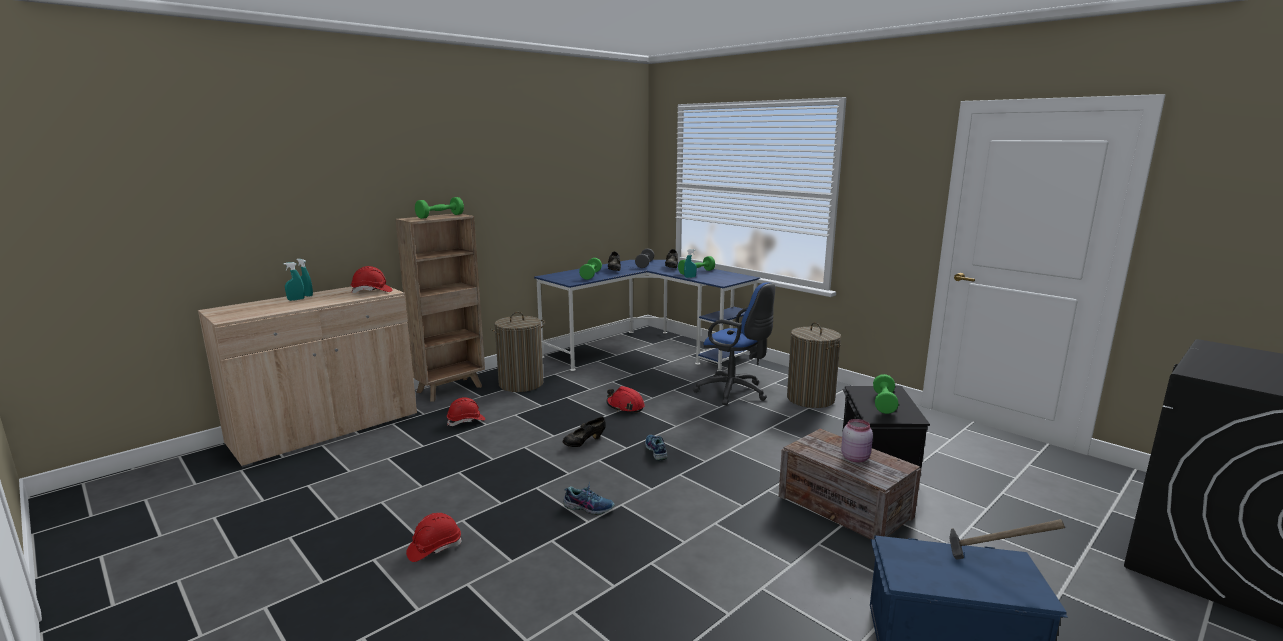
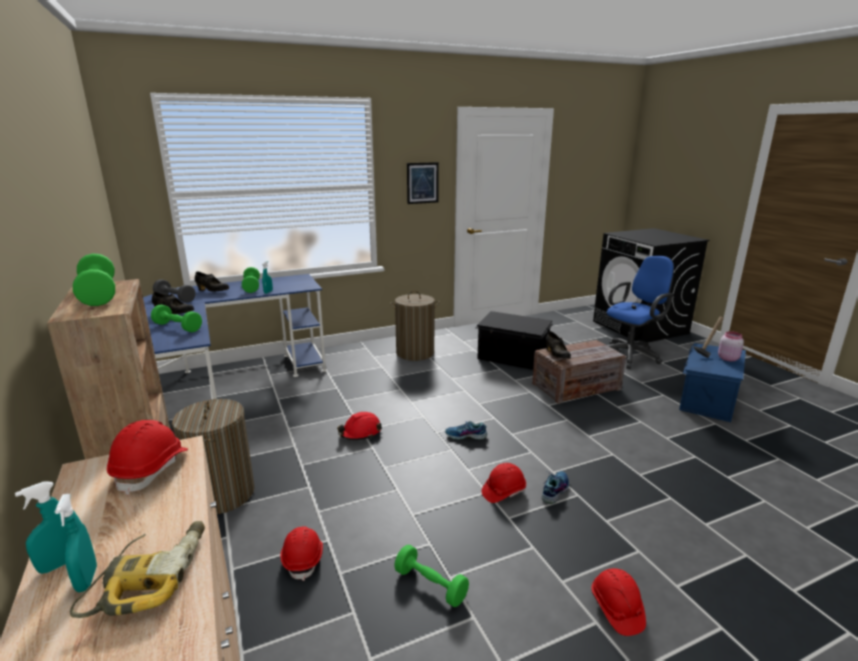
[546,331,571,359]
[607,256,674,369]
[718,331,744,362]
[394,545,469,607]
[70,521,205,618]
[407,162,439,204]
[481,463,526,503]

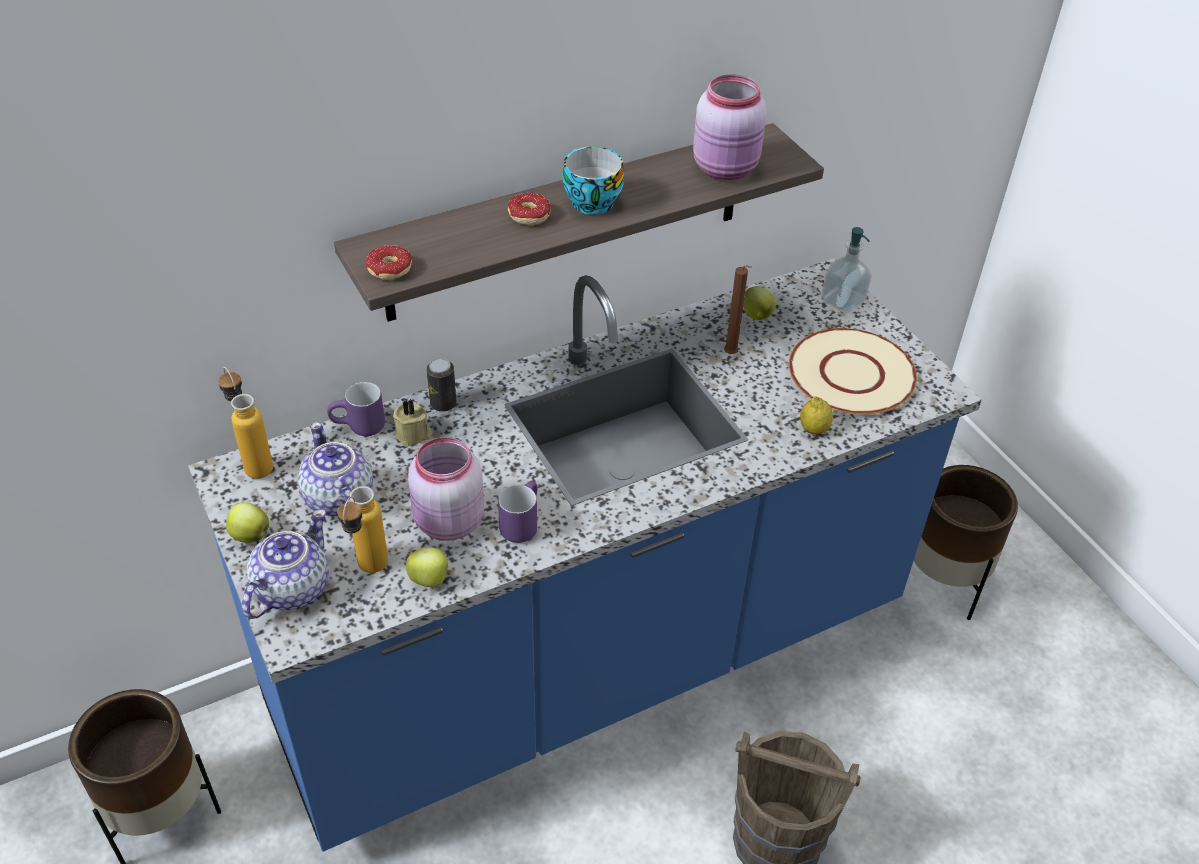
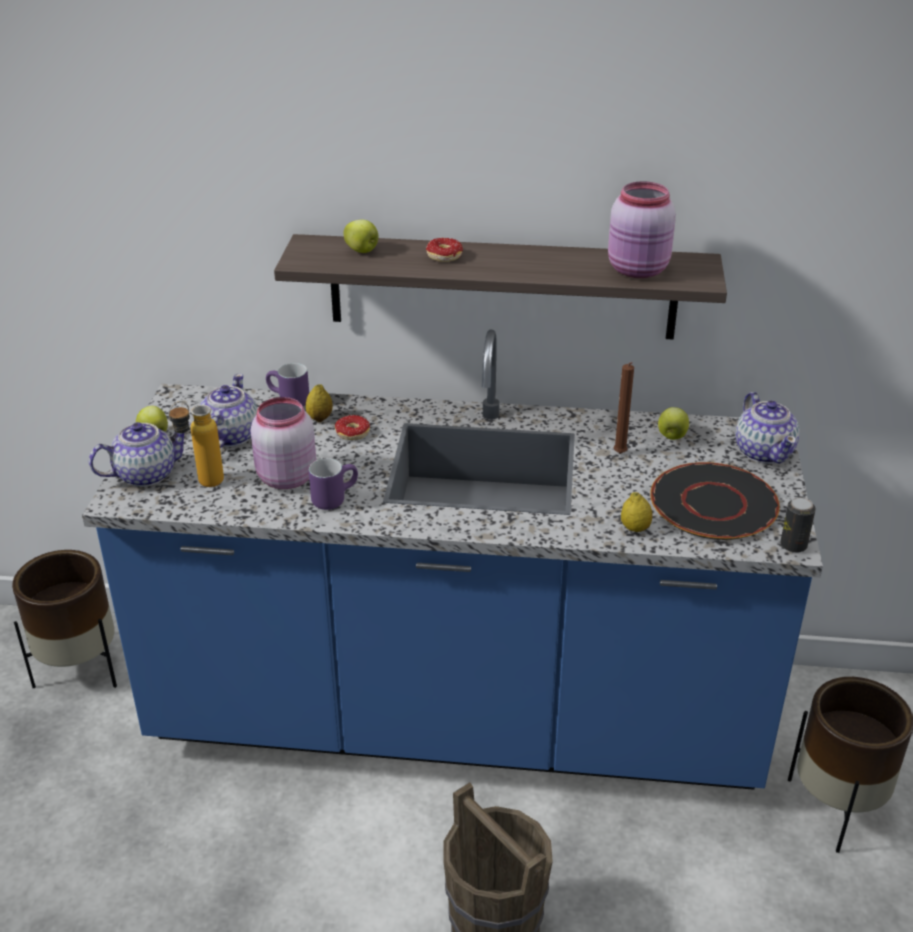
[218,367,273,479] (first image)
[335,415,370,440]
[306,384,333,422]
[343,220,378,253]
[780,497,816,553]
[562,146,624,215] (first image)
[650,462,780,540]
[735,392,800,464]

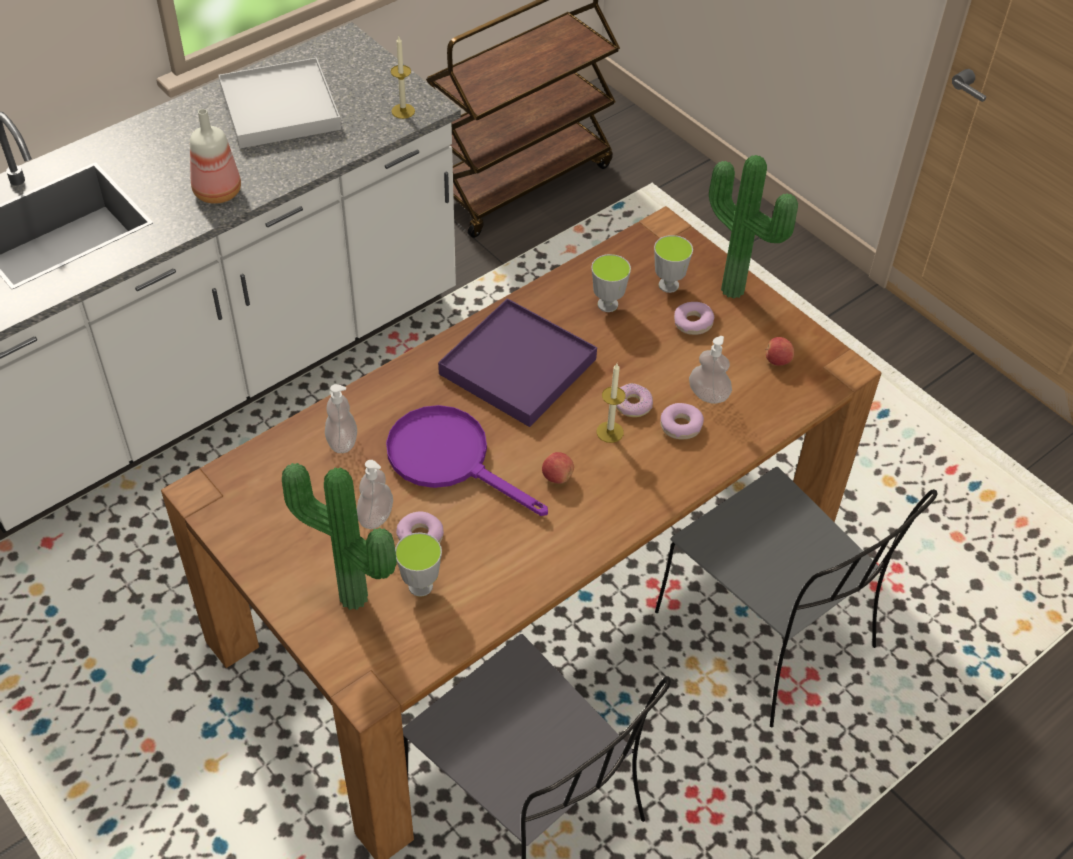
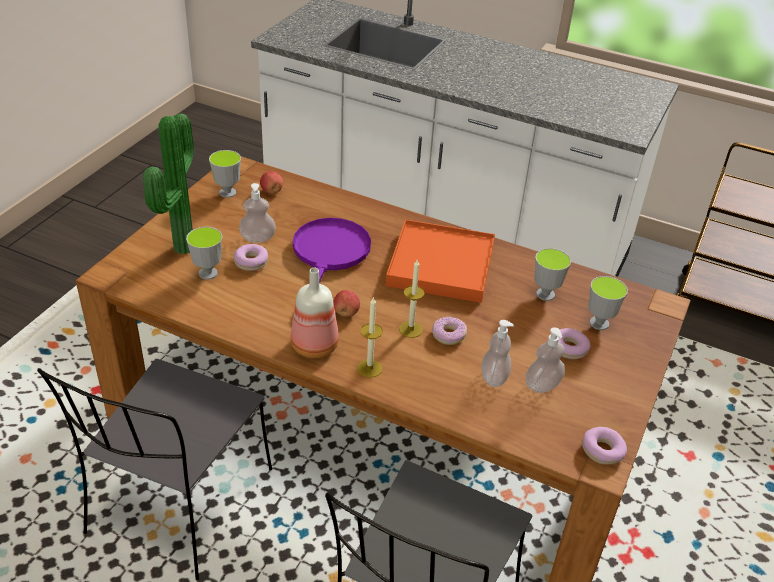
[290,268,339,358]
[218,58,341,148] (first image)
[526,327,565,393]
[357,297,383,378]
[386,219,495,303]
[582,427,627,464]
[709,155,798,299] (first image)
[260,171,283,194]
[209,150,241,198]

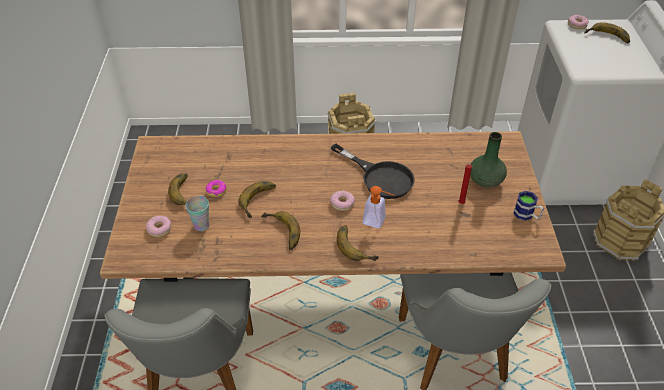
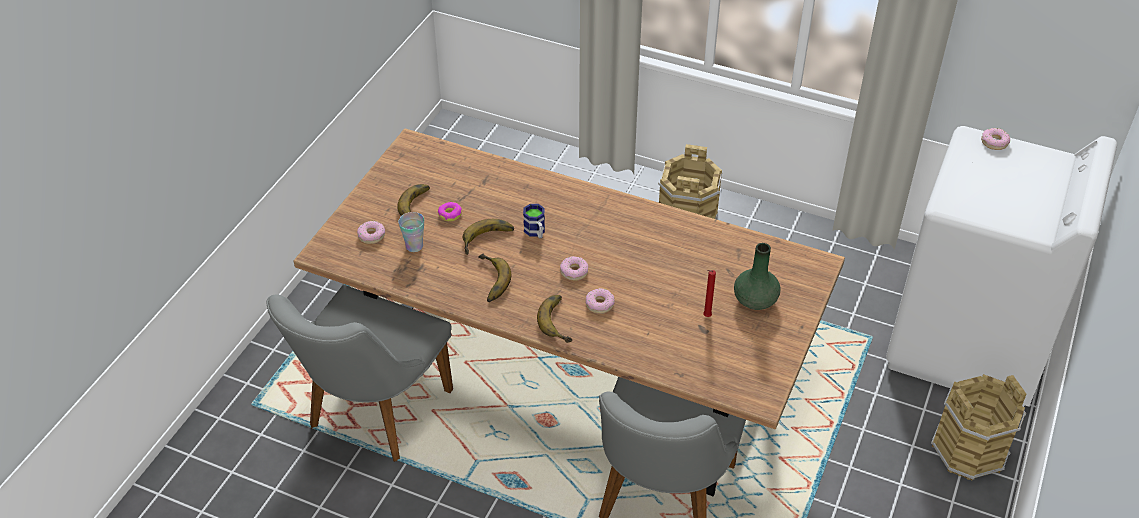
[331,144,415,199] (first image)
[586,288,615,314]
[523,204,545,238]
[584,23,630,43] (first image)

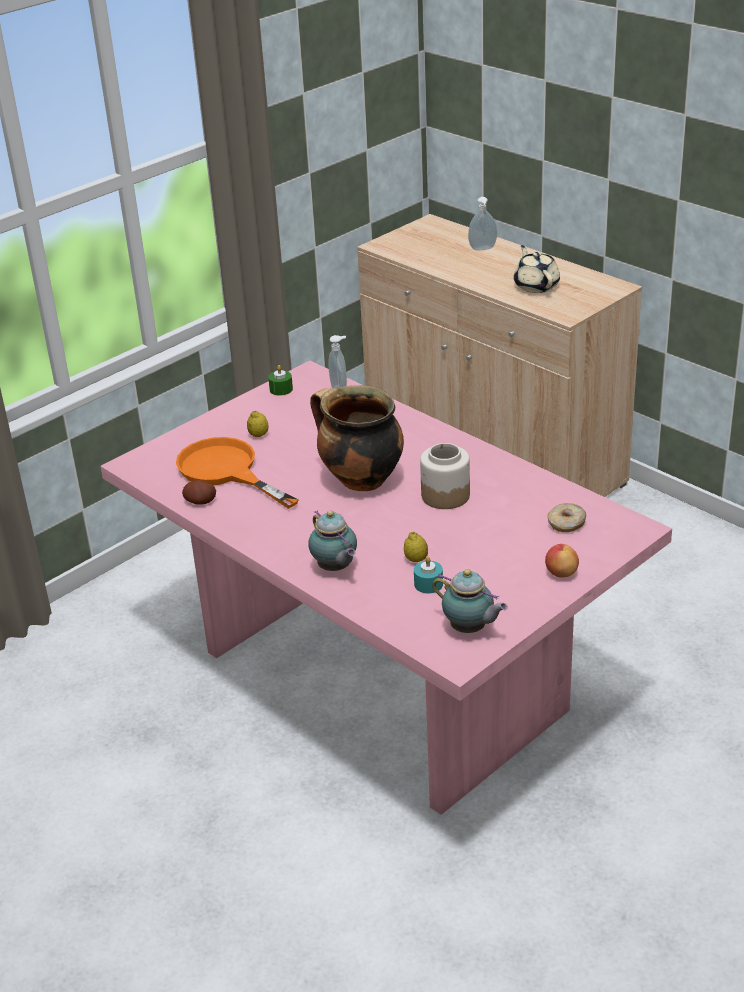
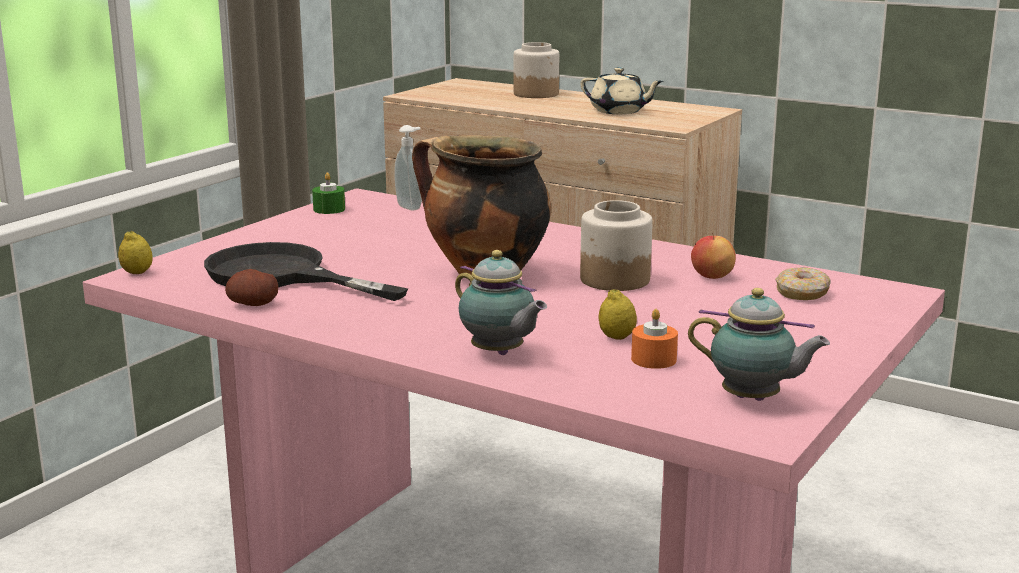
[204,242,408,301]
[118,231,153,274]
[631,309,678,369]
[514,42,559,98]
[581,67,663,114]
[691,233,736,279]

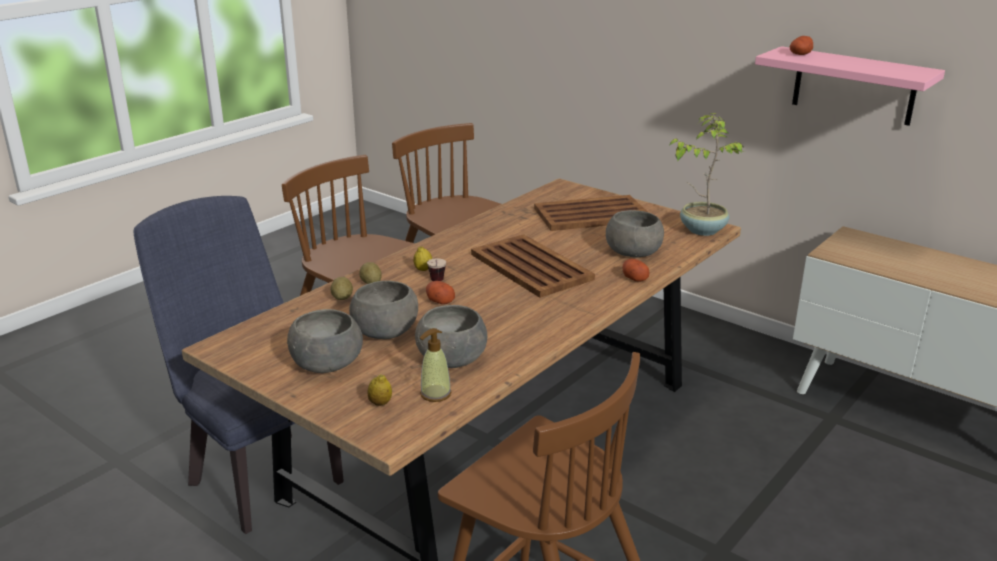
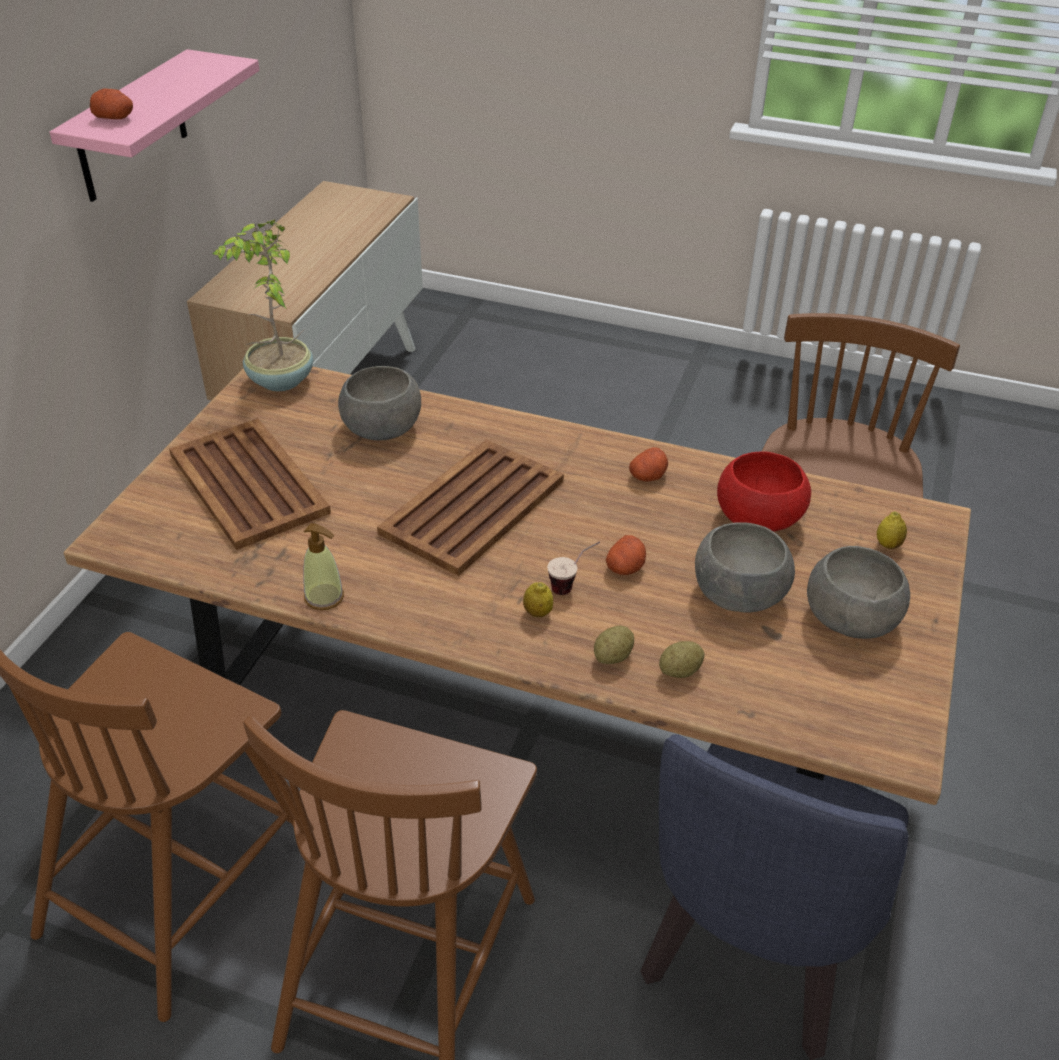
[717,451,811,532]
[303,523,344,610]
[629,447,668,481]

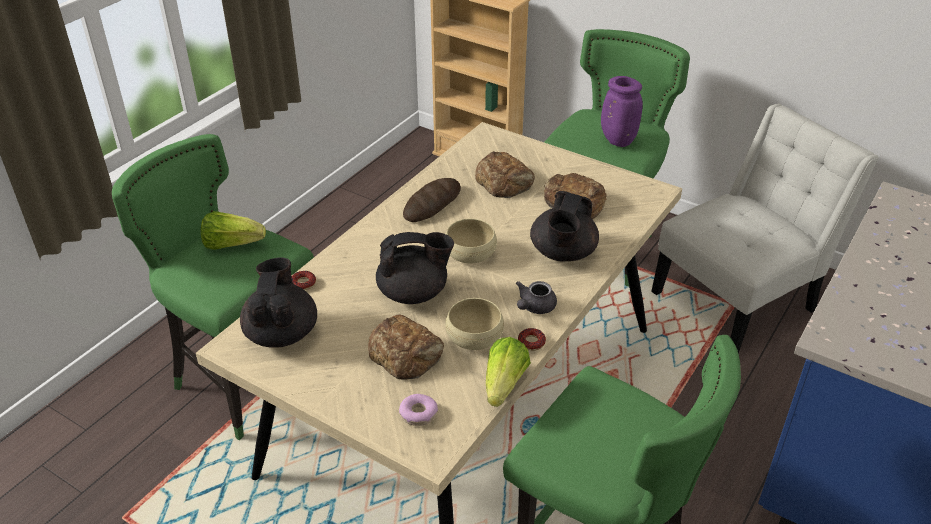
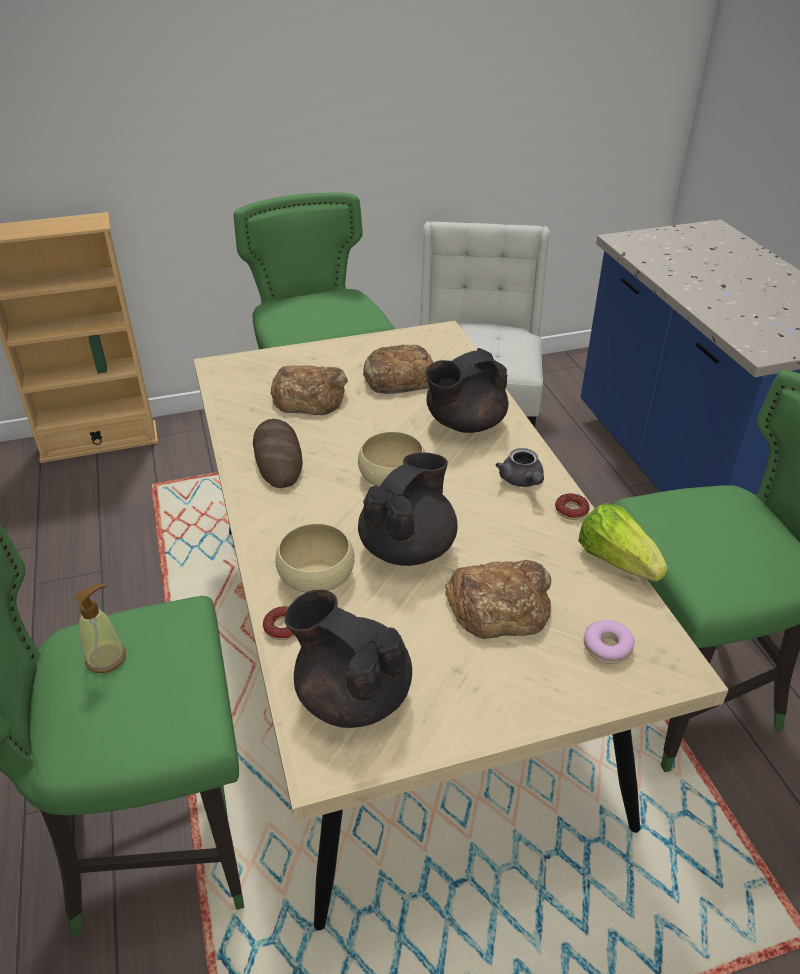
[73,583,126,673]
[275,523,355,593]
[426,348,508,433]
[601,76,643,147] (first image)

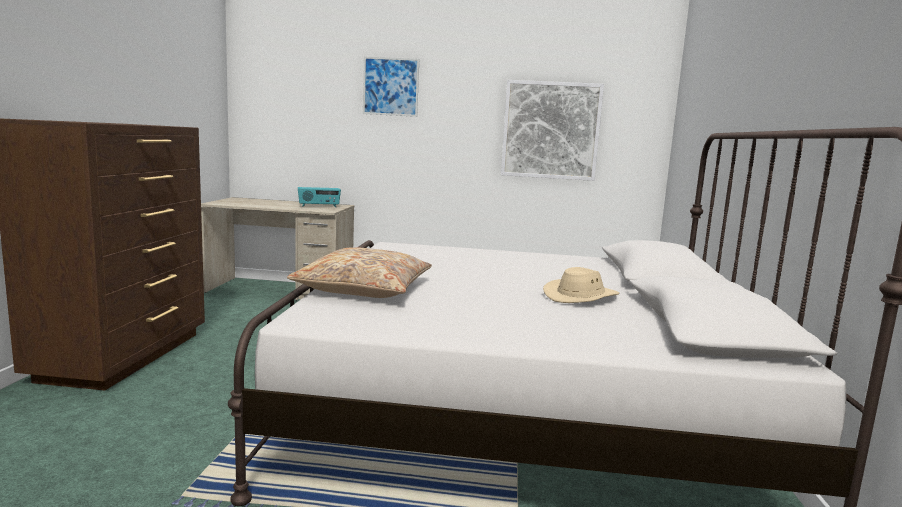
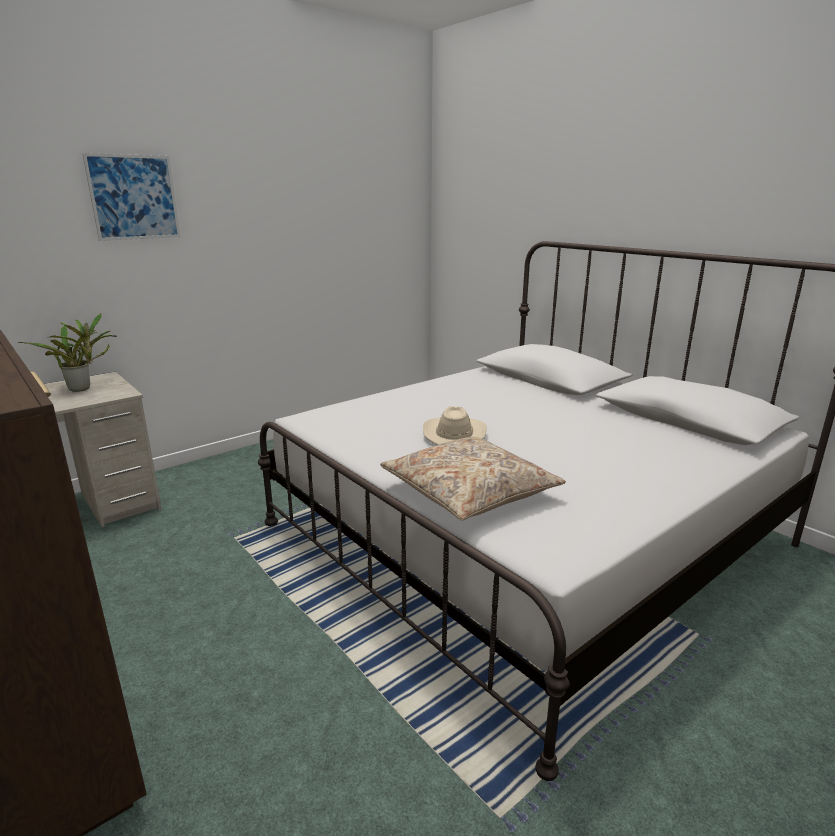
[18,313,117,392]
[501,80,604,181] (first image)
[423,406,487,445]

